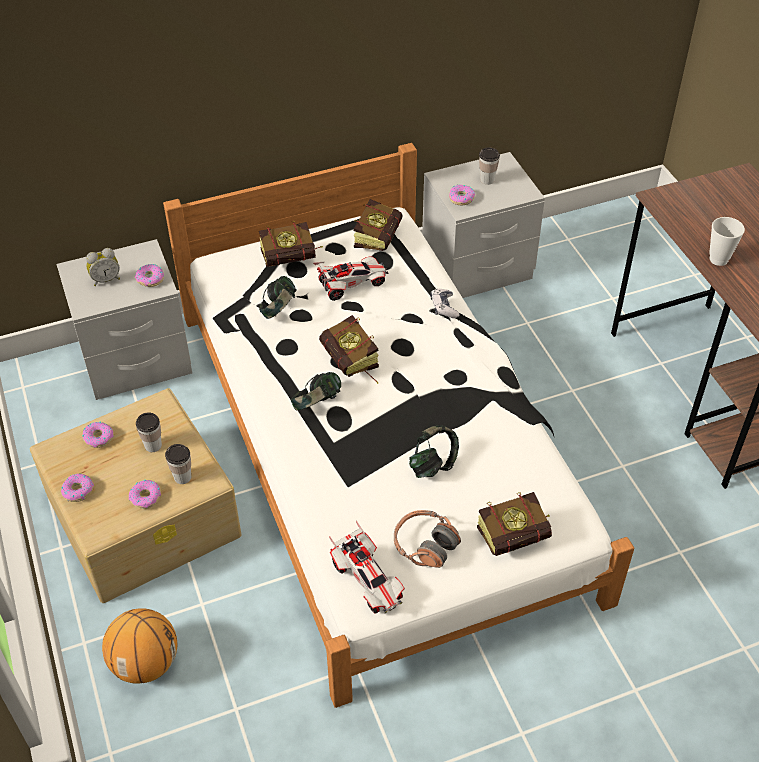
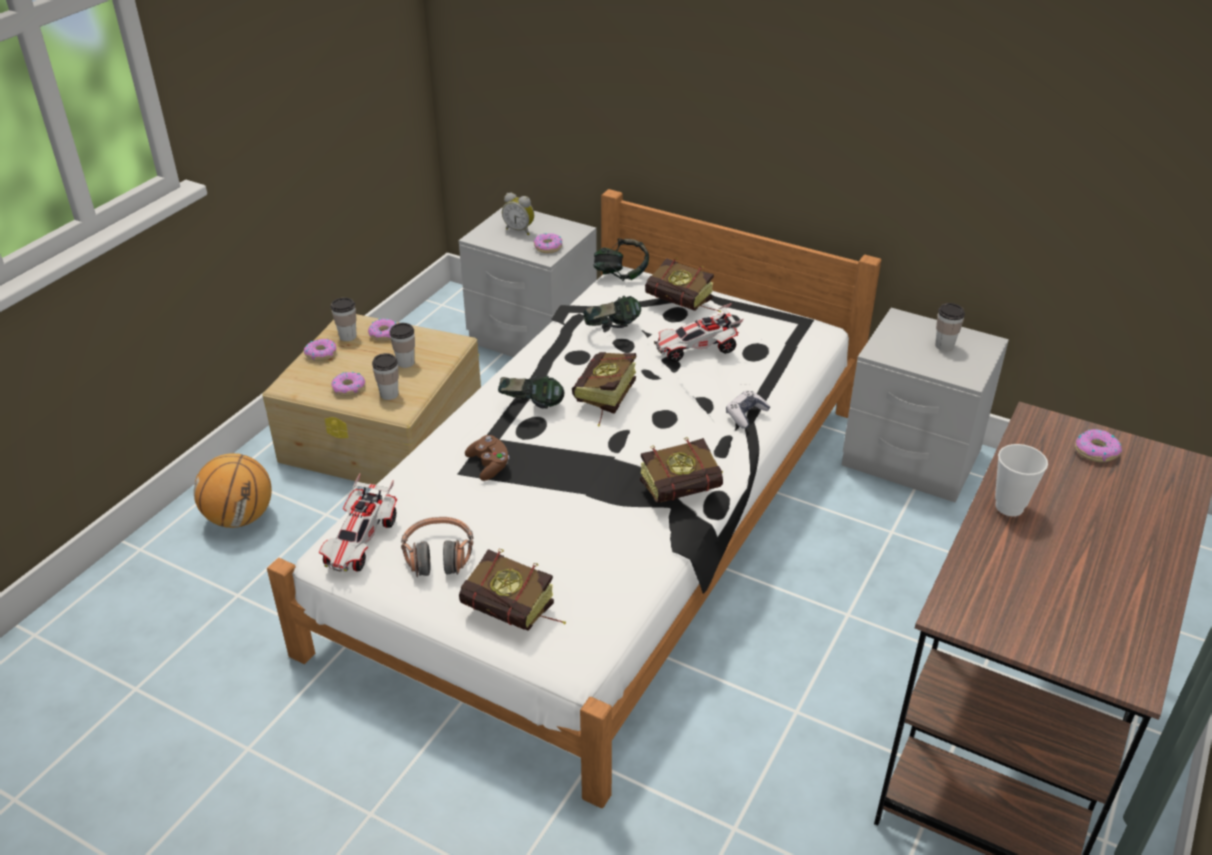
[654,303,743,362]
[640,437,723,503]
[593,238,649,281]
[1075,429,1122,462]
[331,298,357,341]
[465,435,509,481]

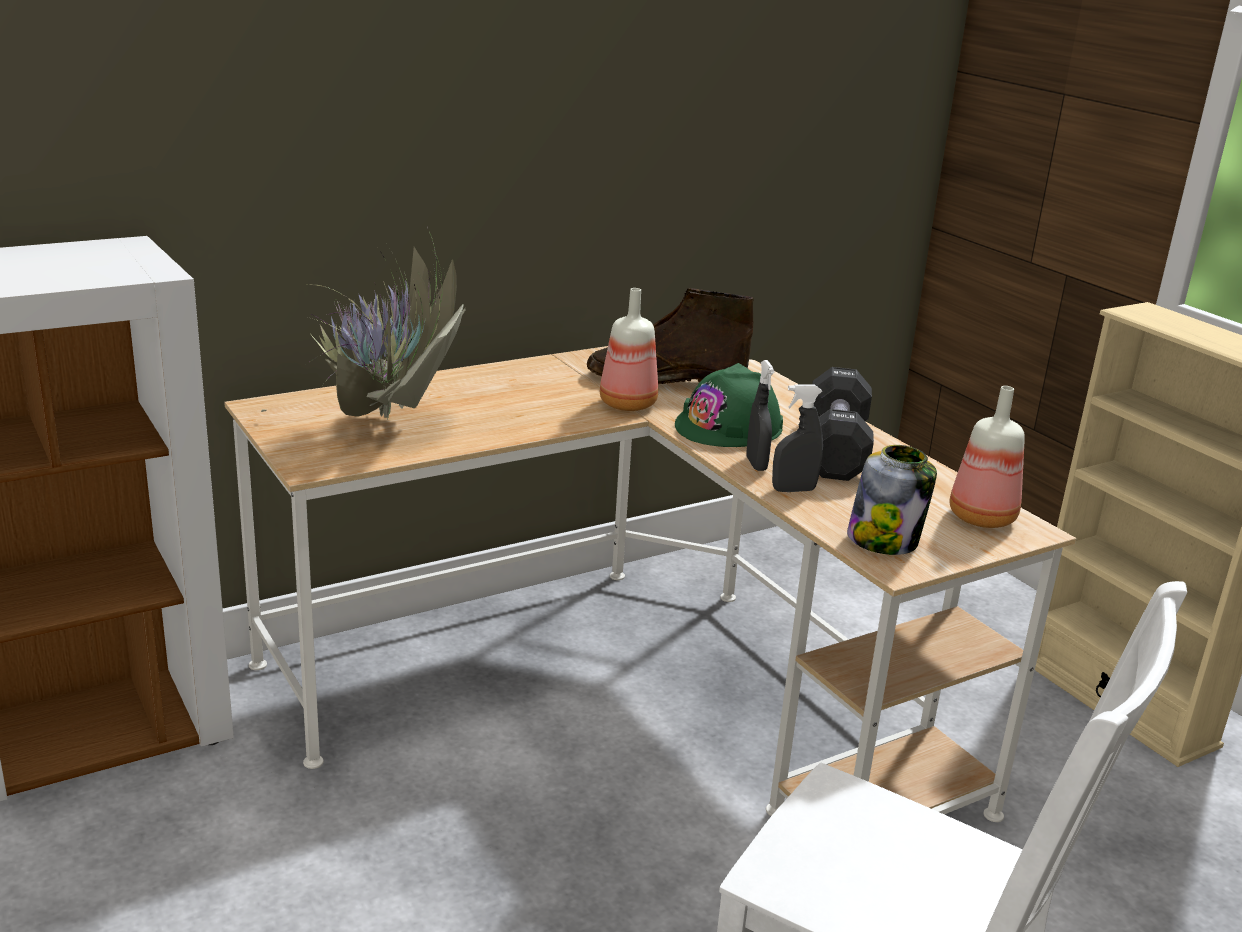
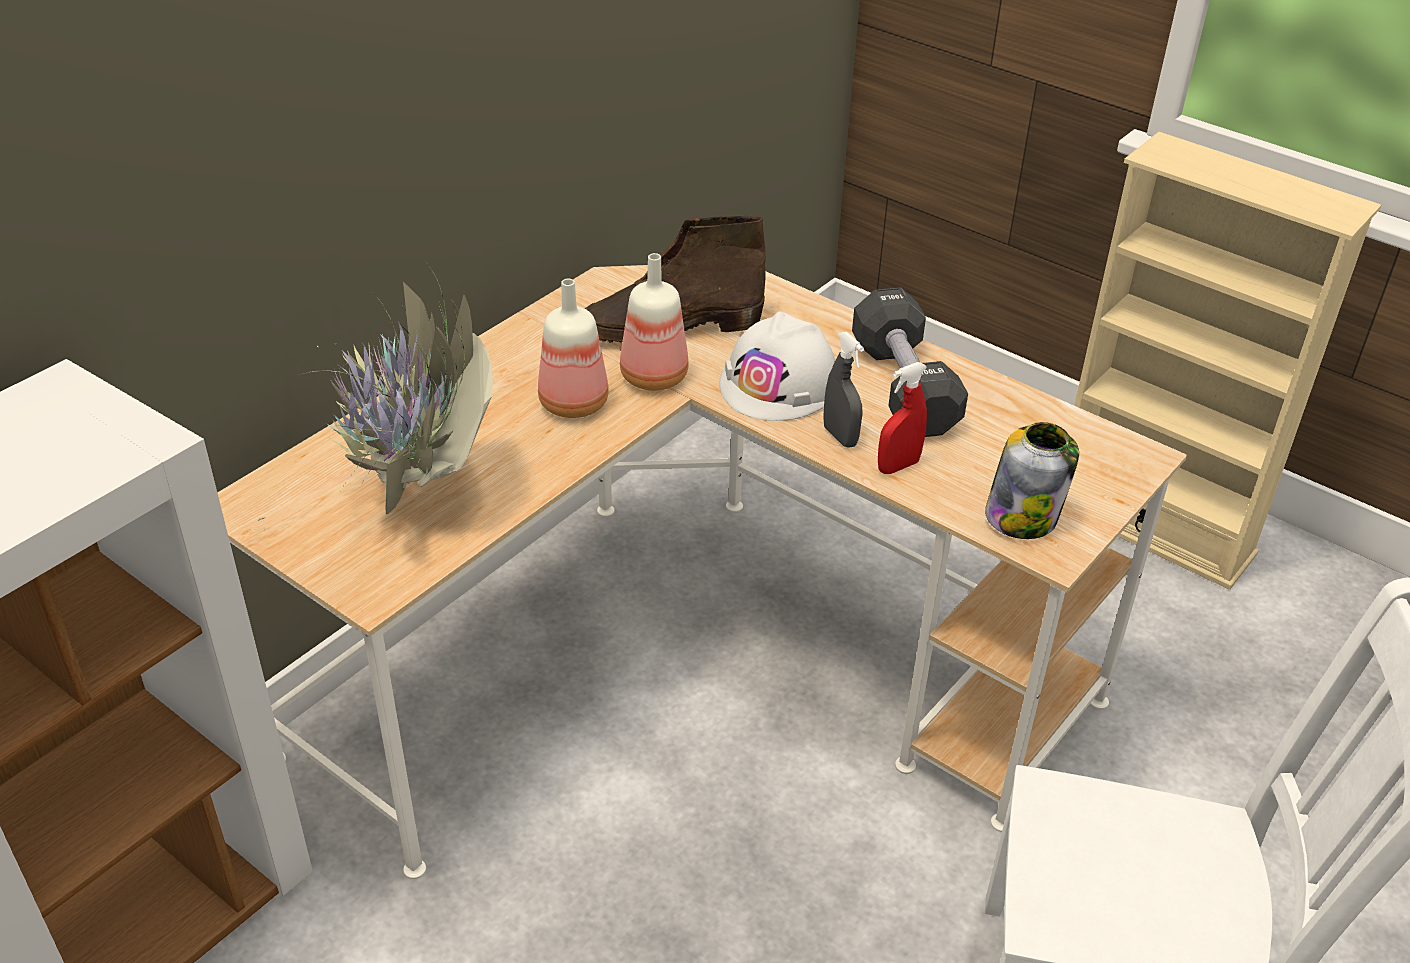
[719,312,835,421]
[878,362,927,474]
[538,279,609,418]

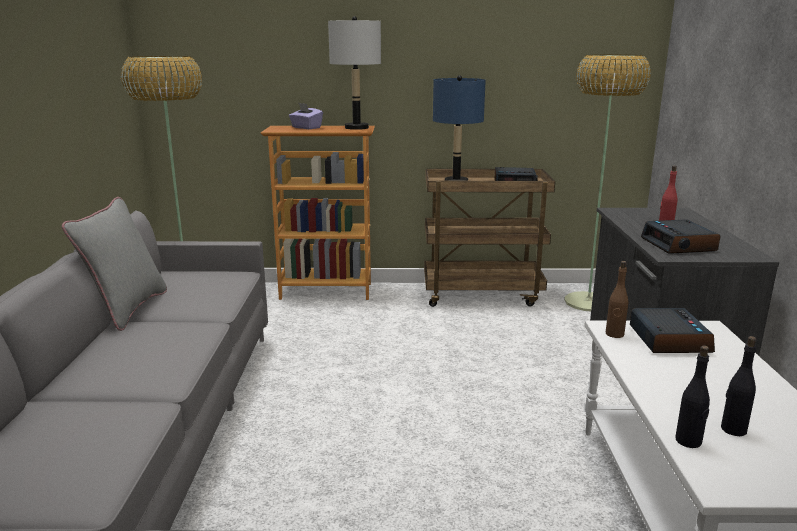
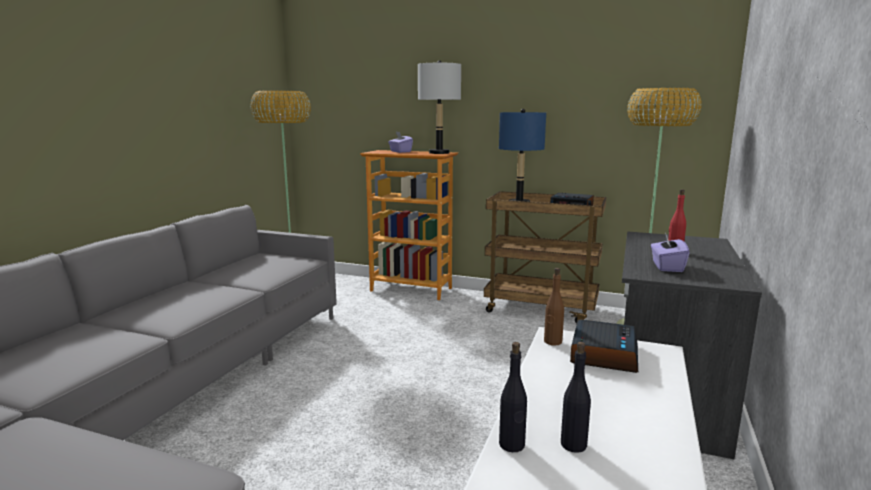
[62,197,167,331] (first image)
[651,233,690,272]

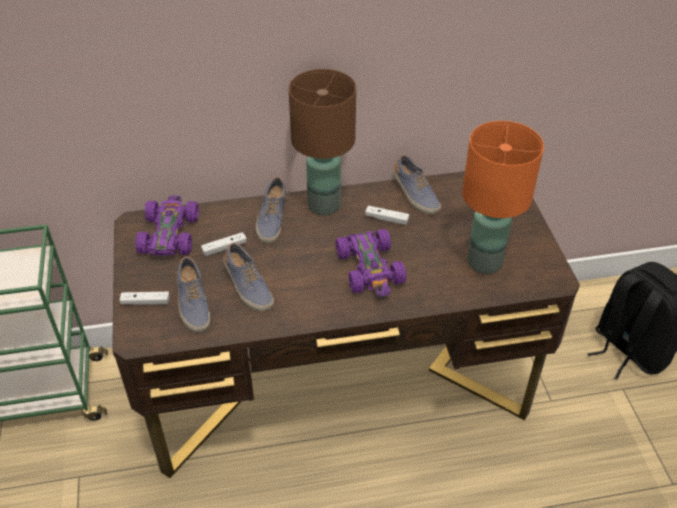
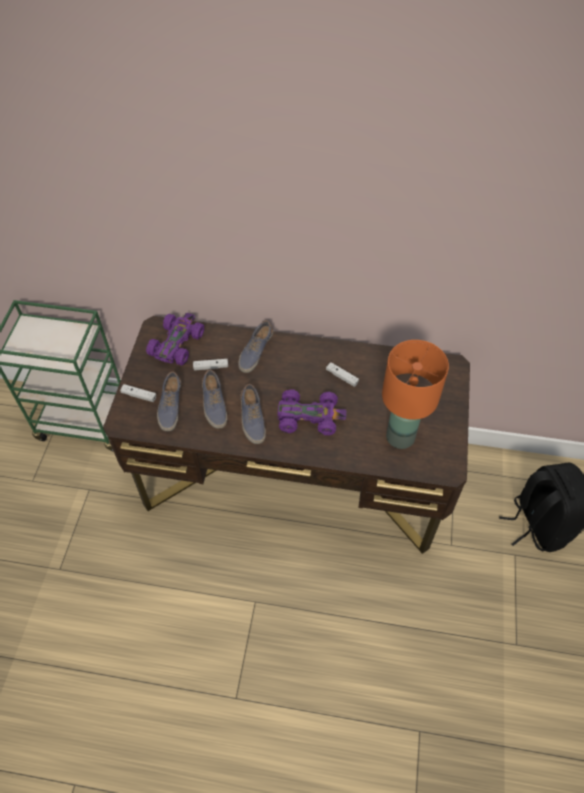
[289,69,356,215] (first image)
[278,389,346,436]
[241,384,266,444]

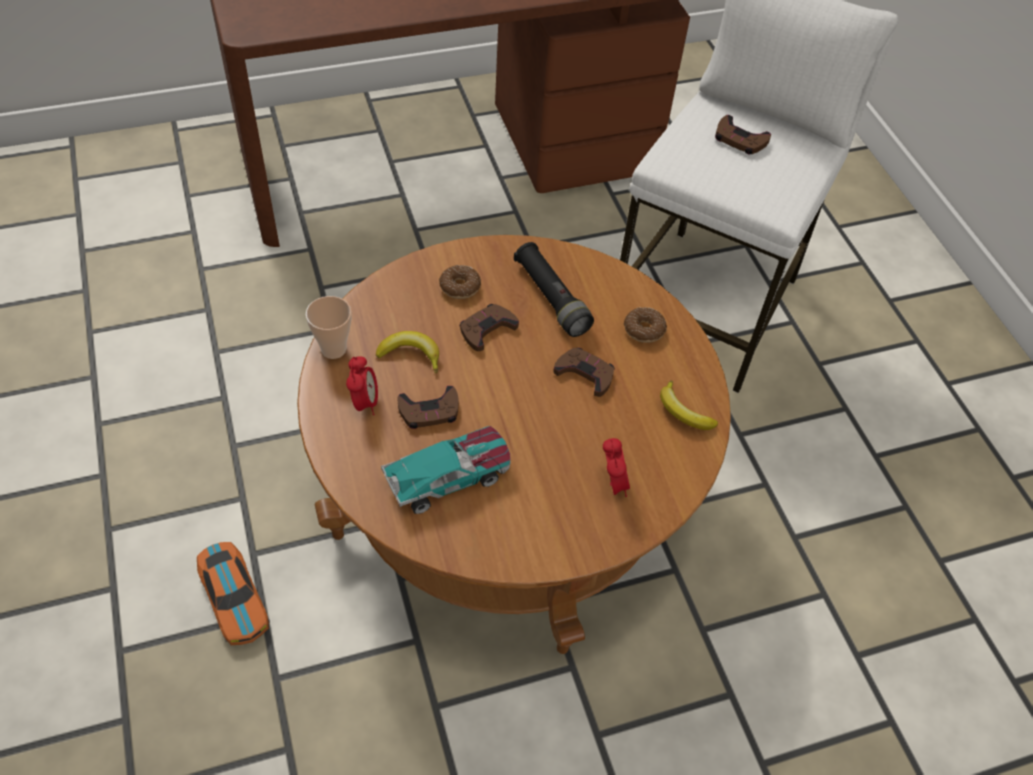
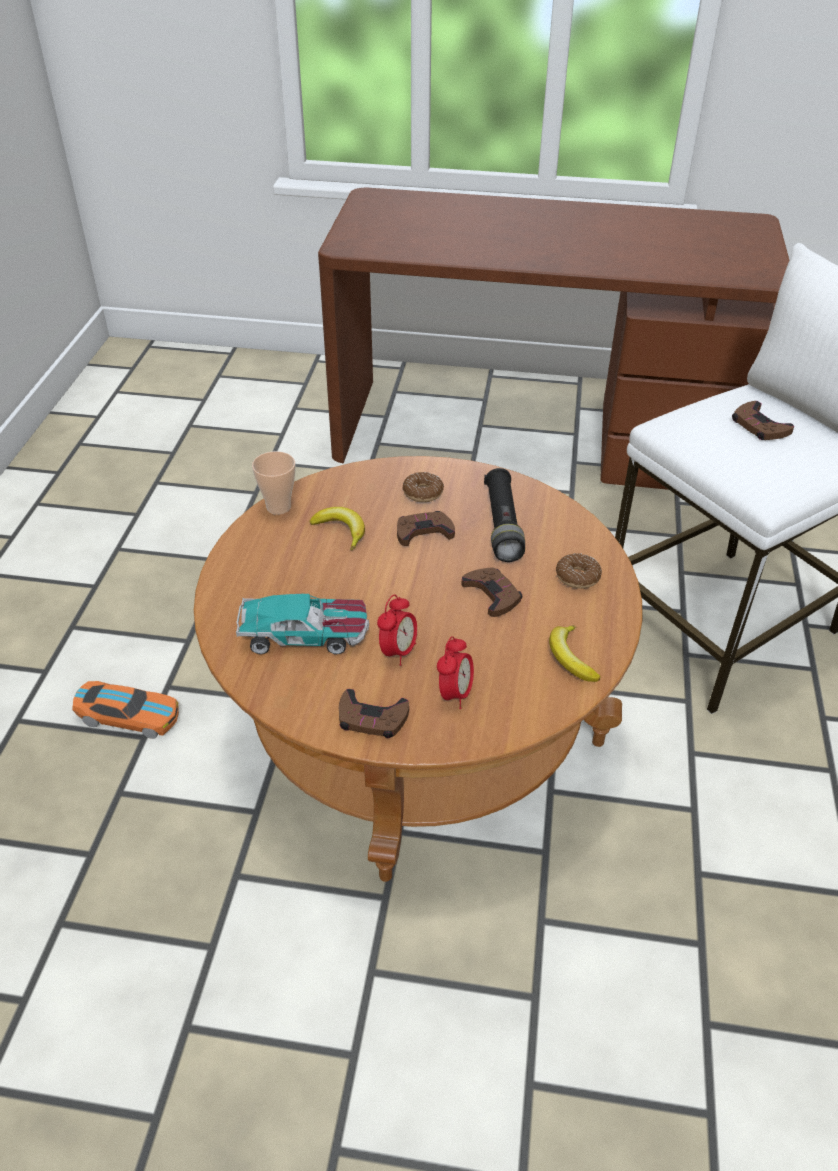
[72,681,179,739]
[377,595,417,666]
[339,689,409,738]

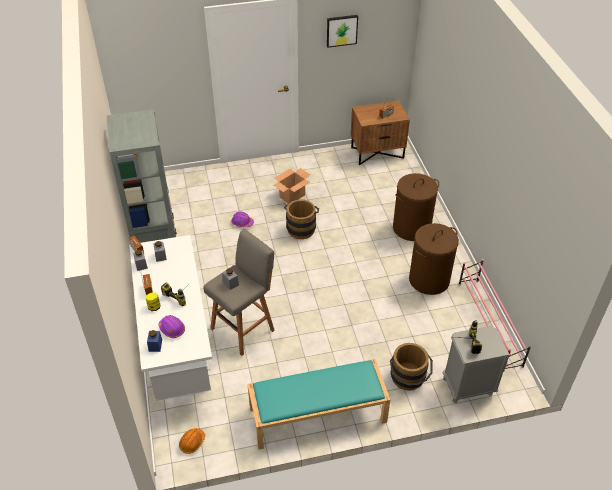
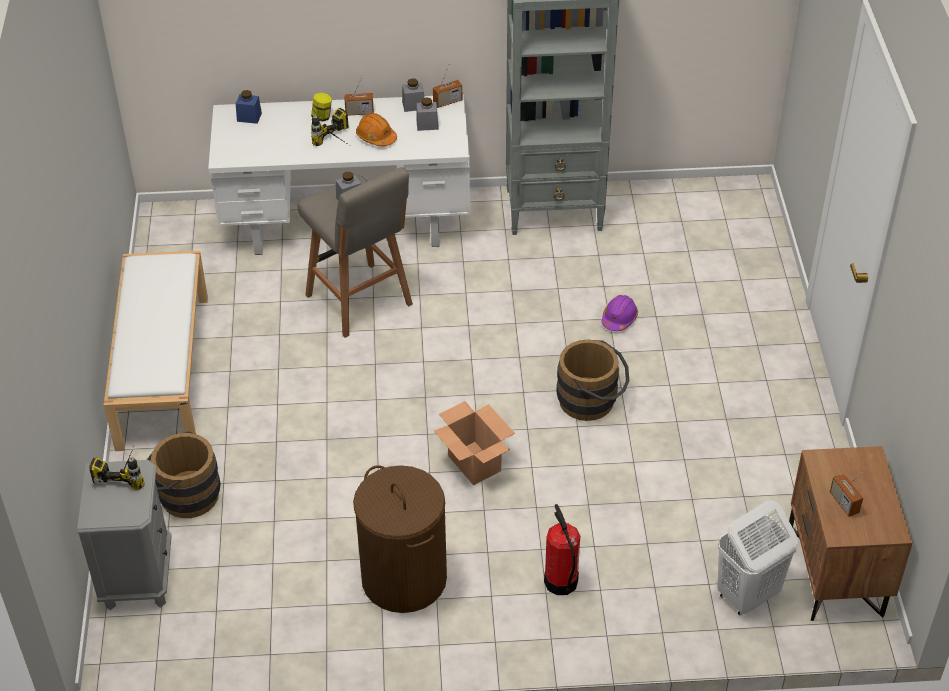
[158,315,185,338] (first image)
[356,113,397,146]
[104,251,208,451]
[434,401,515,485]
[327,15,358,48] (first image)
[544,504,580,595]
[458,259,531,372] (first image)
[717,500,798,615]

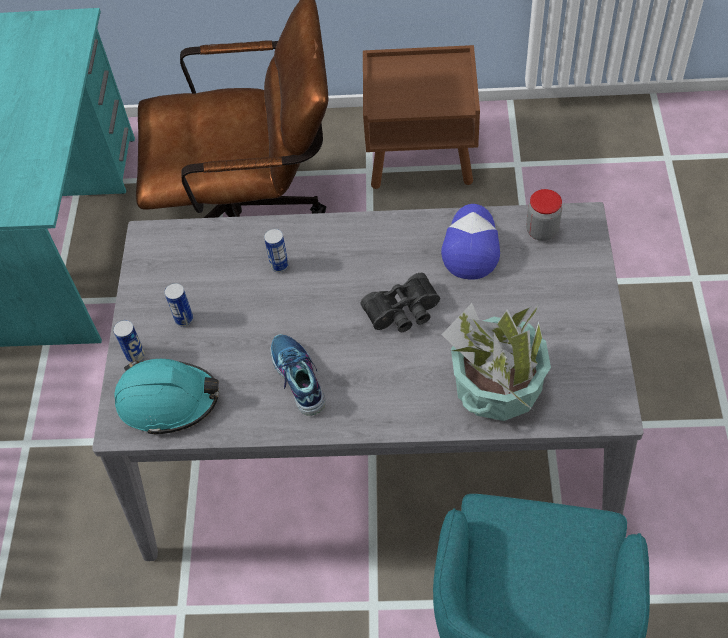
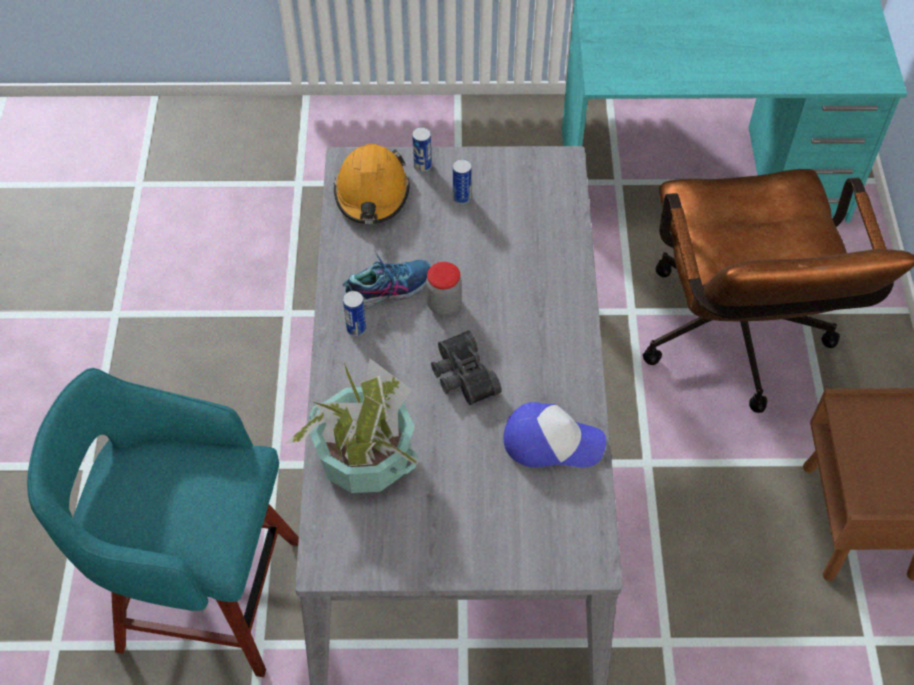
[334,144,410,224]
[343,291,366,336]
[426,262,462,316]

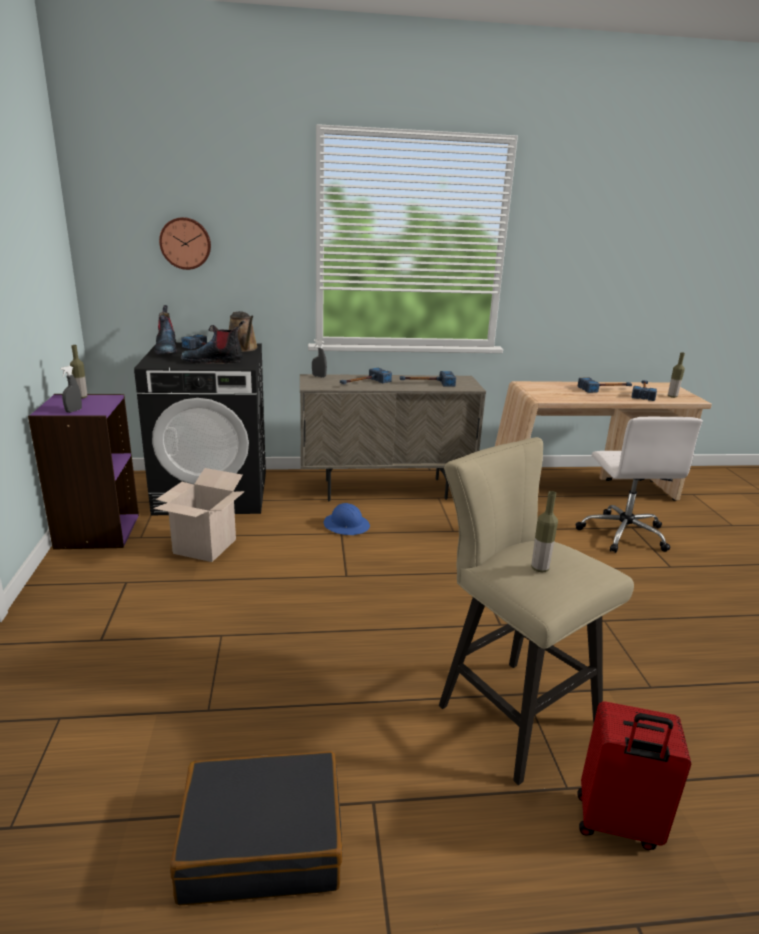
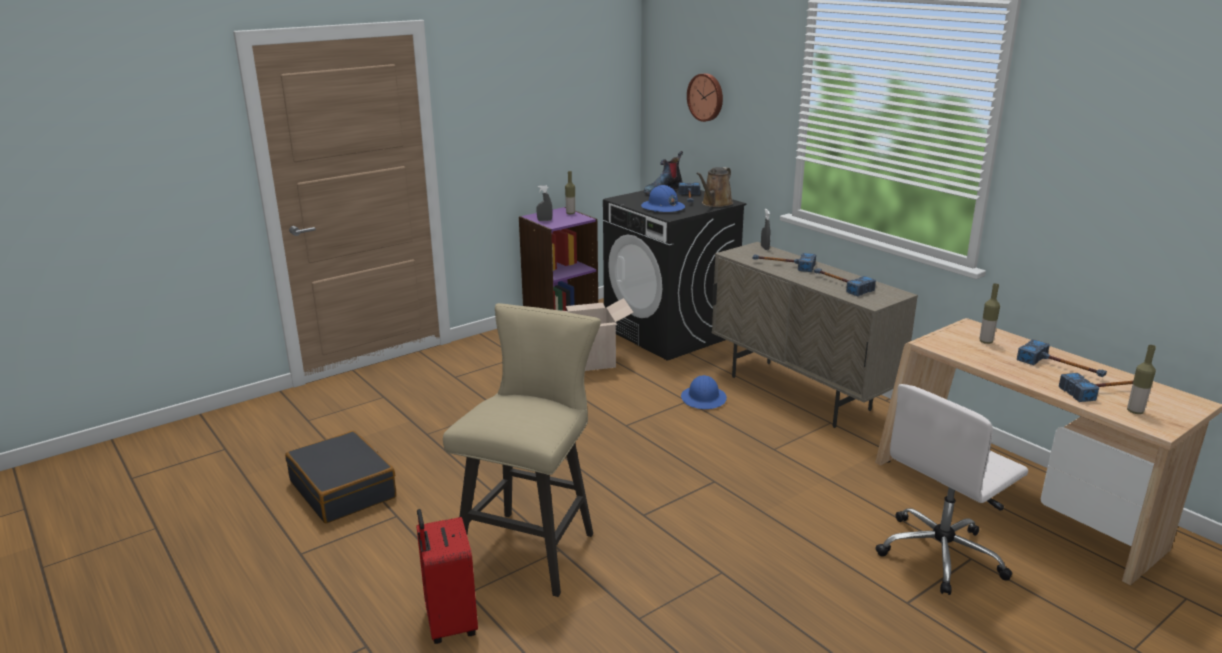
[641,185,685,212]
[980,283,1000,344]

